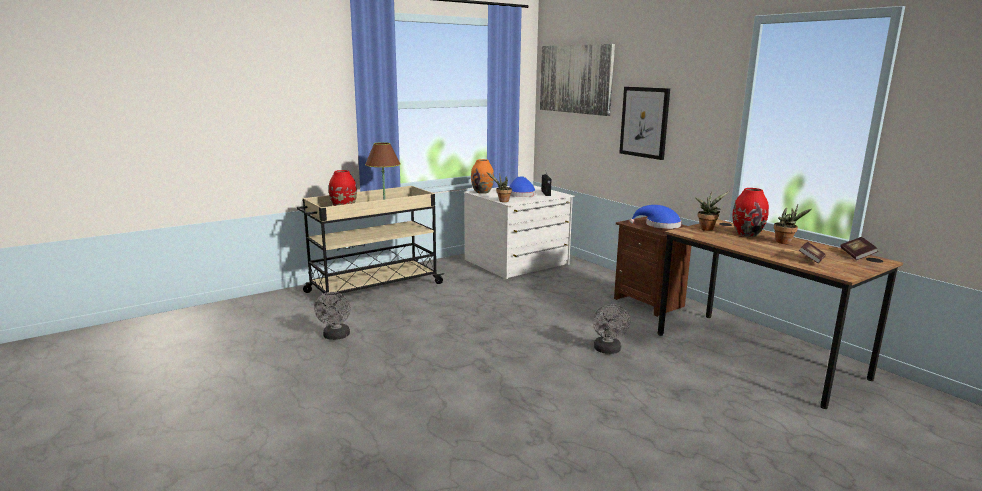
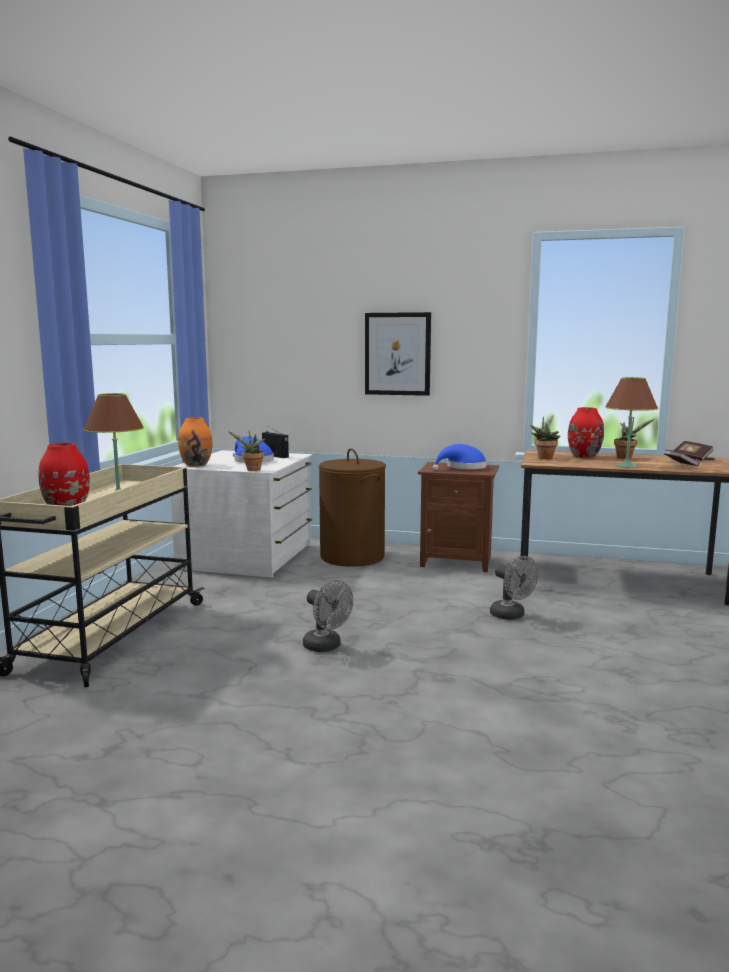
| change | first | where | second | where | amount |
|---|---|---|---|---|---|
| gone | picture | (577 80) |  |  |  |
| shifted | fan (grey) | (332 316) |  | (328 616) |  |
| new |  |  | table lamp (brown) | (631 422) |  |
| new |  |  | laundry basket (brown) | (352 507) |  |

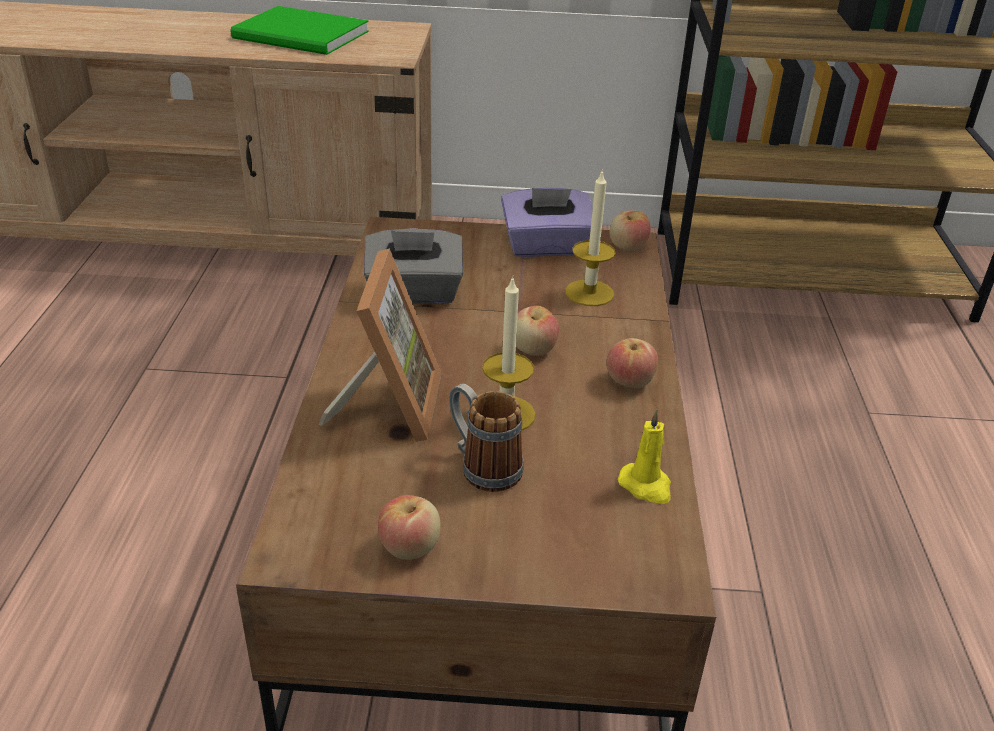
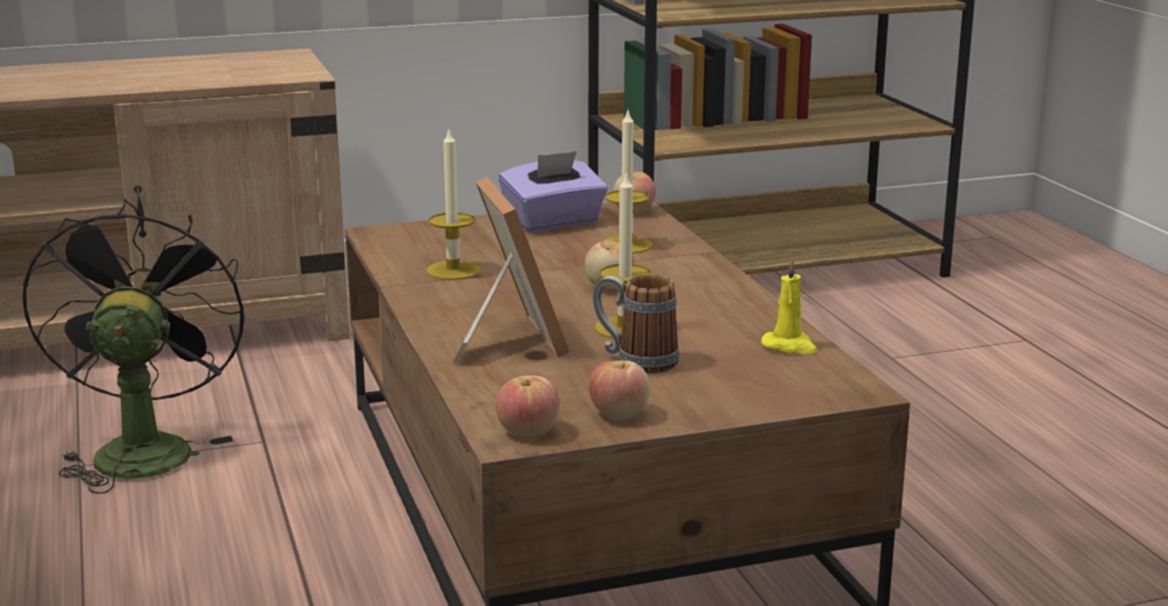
| change | first | where | second | where | amount |
|---|---|---|---|---|---|
| gone | book (green) | (299 30) |  |  |  |
| swapped | tissue box (grey) | (413 266) | candle | (453 205) |  |
| shifted | apple | (632 363) |  | (528 406) |  |
| new |  |  | fan (black) | (133 346) |  |

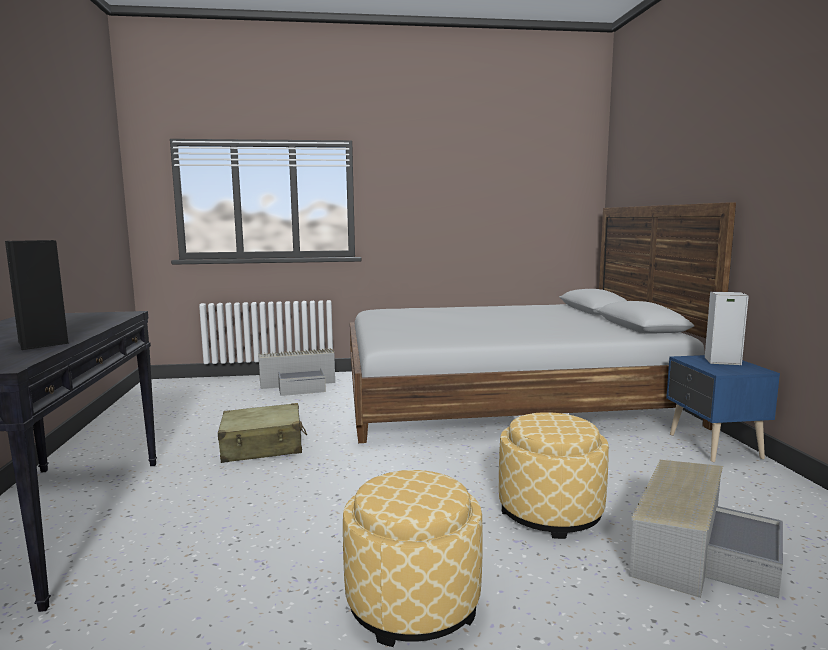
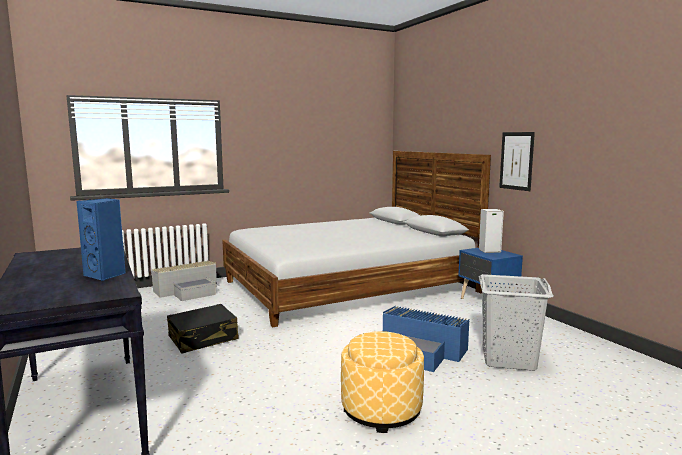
| change | first | where | second | where | amount |
|---|---|---|---|---|---|
| repainted | speaker (black) | (37 295) | speaker (blue) | (101 239) |  |
| repainted | suitcase (beige) | (262 433) | suitcase (black) | (203 328) |  |
| swapped | ottoman | (554 475) | storage box (blue) | (426 339) |  |
| swapped | storage box (grey) | (706 529) | laundry basket (grey) | (516 322) |  |
| new |  |  | picture | (517 161) |  |

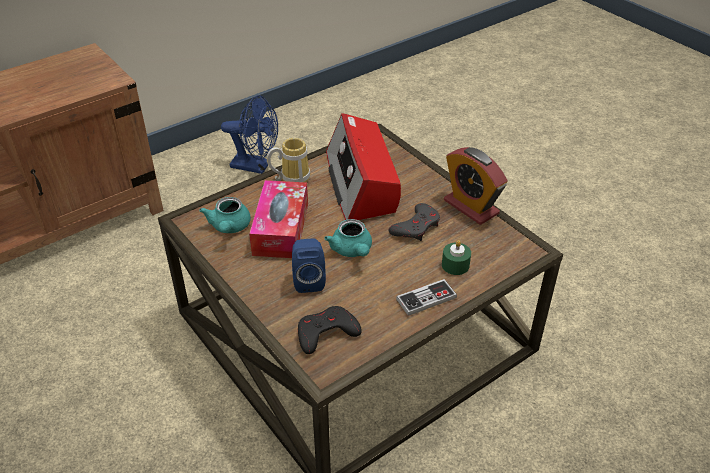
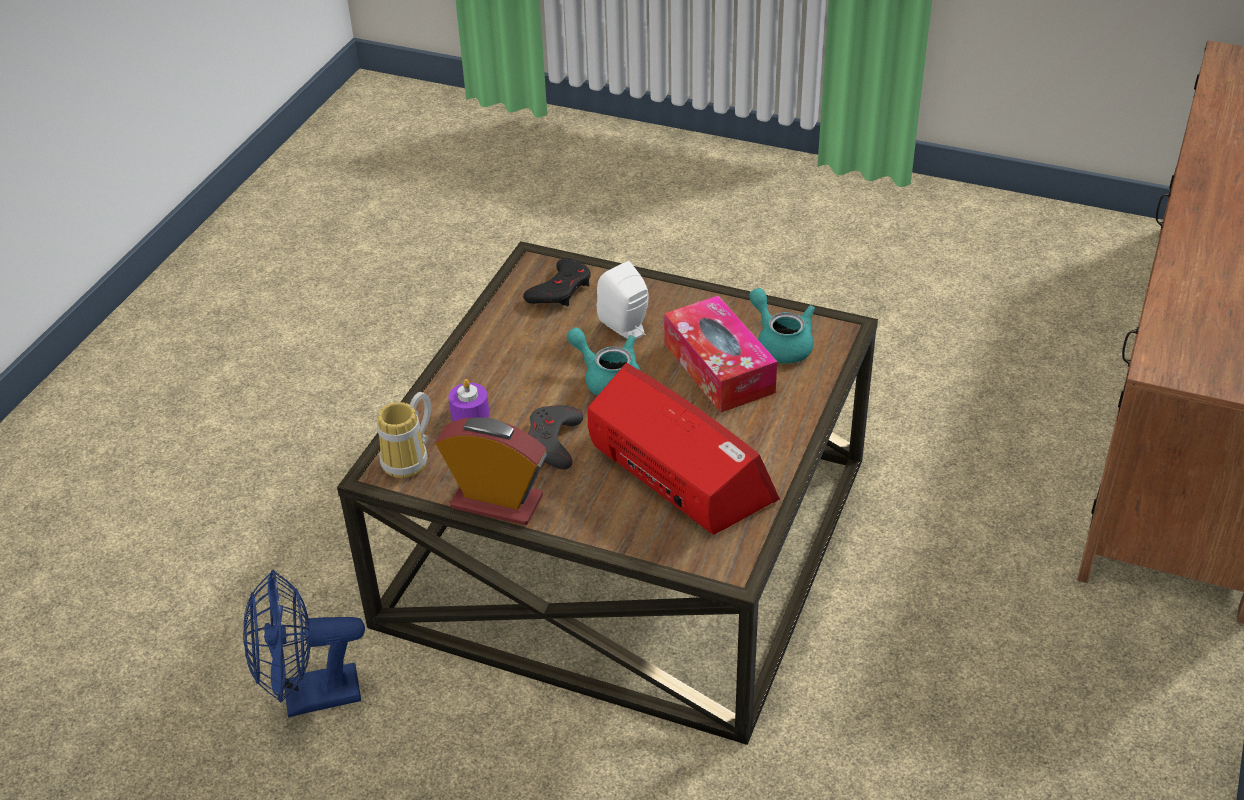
| change | first | where | second | where | amount |
|---|---|---|---|---|---|
| shifted | fan (blue) | (249 134) |  | (304 643) |  |
| shifted | mug | (288 160) |  | (404 435) |  |
| repainted | speaker (blue) | (309 266) | speaker (white) | (623 300) |  |
| repainted | candle (green) | (456 257) | candle (purple) | (468 400) |  |
| gone | game controller | (426 297) |  |  |  |

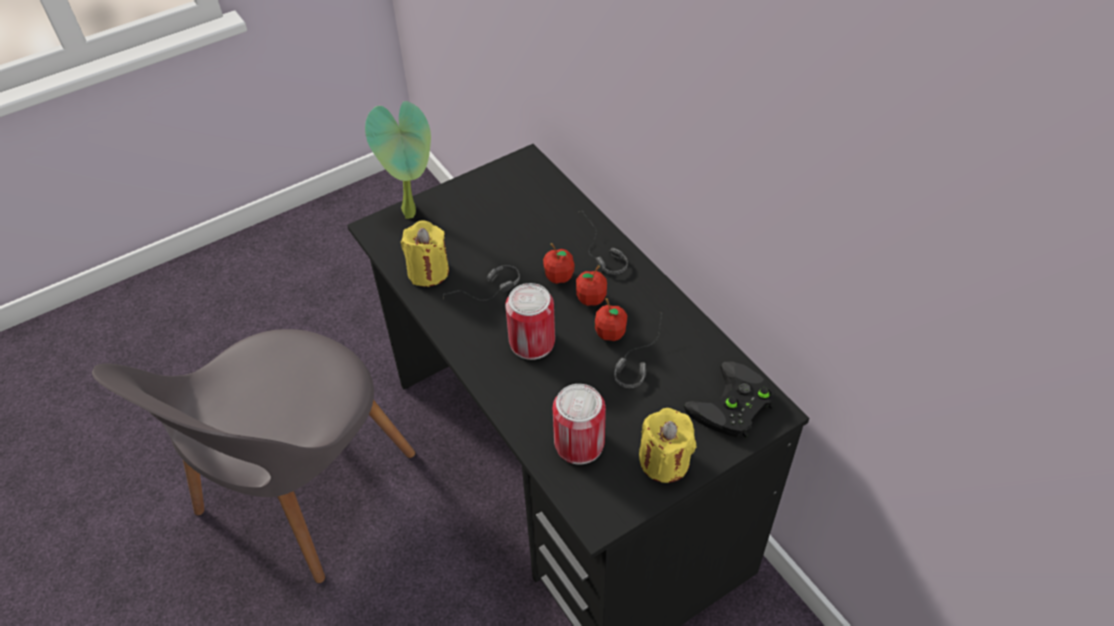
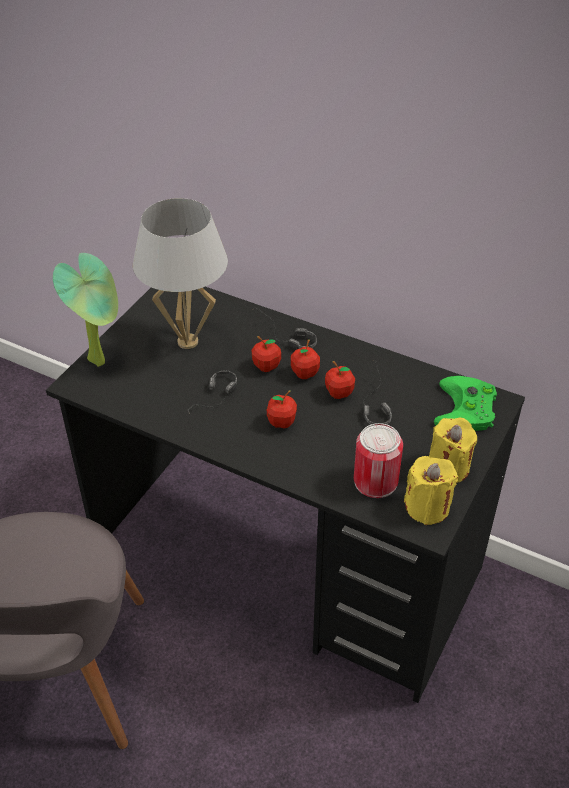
| change | first | where | second | where | amount |
|---|---|---|---|---|---|
| shifted | candle (yellow) | (425 253) |  | (431 490) |  |
| swapped | can | (530 321) | apple | (282 409) |  |
| repainted | game controller (black) | (729 399) | game controller (green) | (465 403) |  |
| new |  |  | table lamp (white) | (180 273) |  |

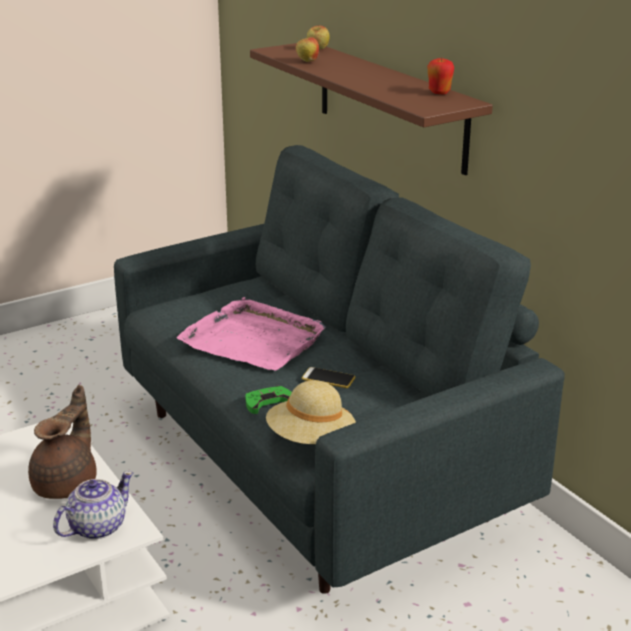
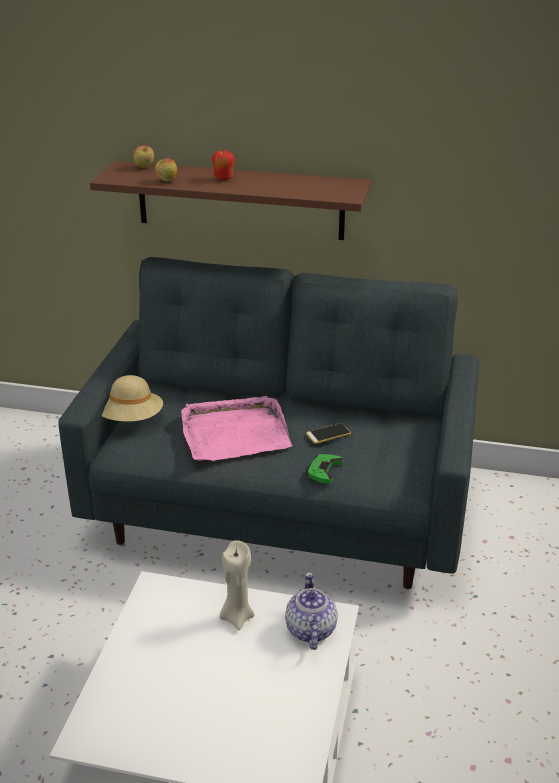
| change | first | where | second | where | amount |
|---|---|---|---|---|---|
| shifted | apple | (441 75) |  | (223 165) |  |
| shifted | hat (beige) | (311 412) |  | (132 398) |  |
| swapped | teapot (brown) | (62 442) | candle (beige) | (237 585) |  |

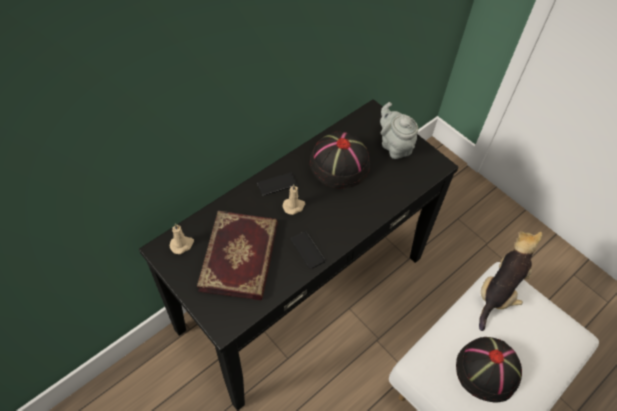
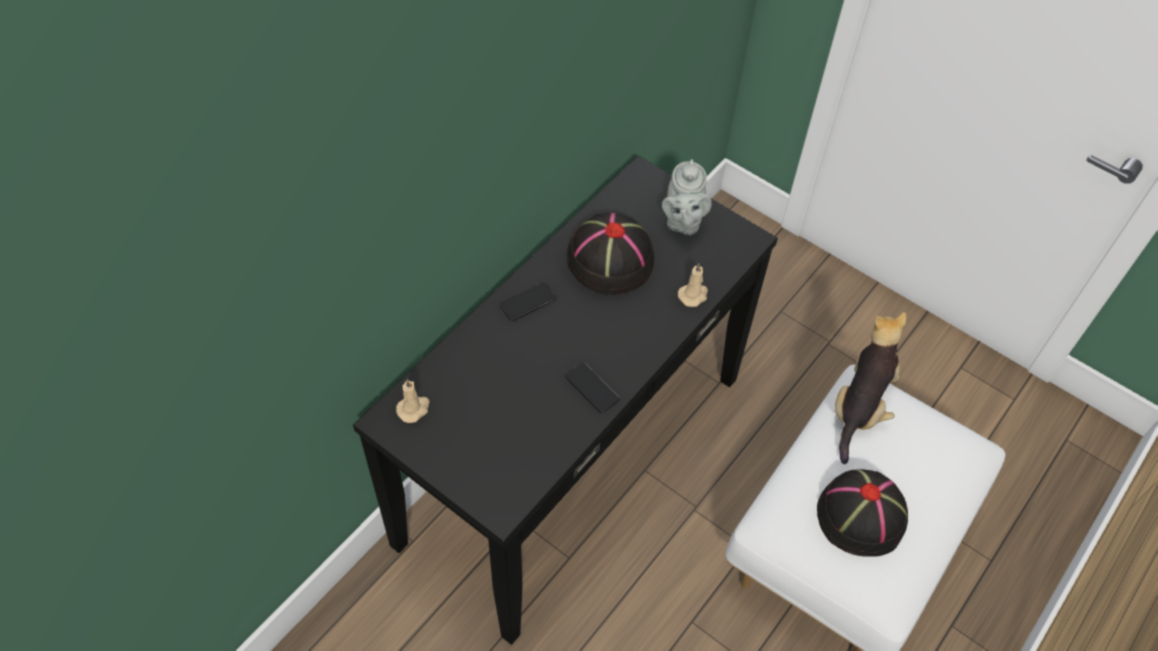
| change | first | where | second | where | amount |
|---|---|---|---|---|---|
| rotated | teapot (grey) | (399 130) |  | (687 197) | 135 degrees counterclockwise |
| shifted | candle (beige) | (293 199) |  | (693 285) |  |
| gone | book | (237 255) |  |  |  |

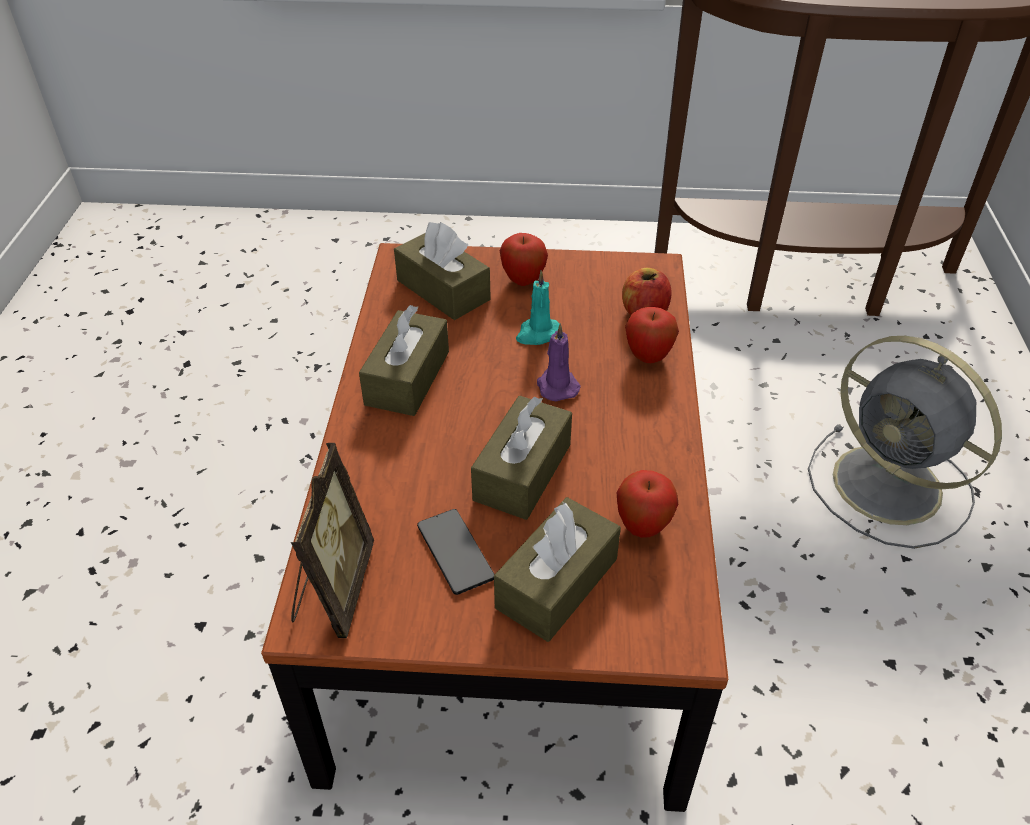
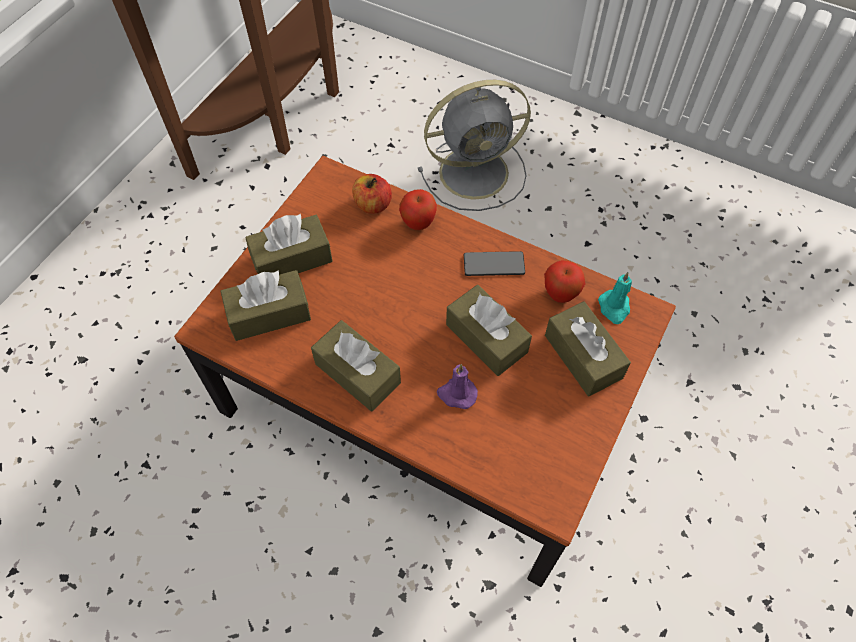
| change | first | where | second | where | amount |
|---|---|---|---|---|---|
| swapped | apple | (524 259) | tissue box (brown) | (289 244) |  |
| shifted | candle (turquoise) | (537 308) |  | (615 298) |  |
| shifted | candle (purple) | (559 362) |  | (457 386) |  |
| gone | picture frame | (332 540) |  |  |  |
| shifted | phone | (456 552) |  | (494 263) |  |

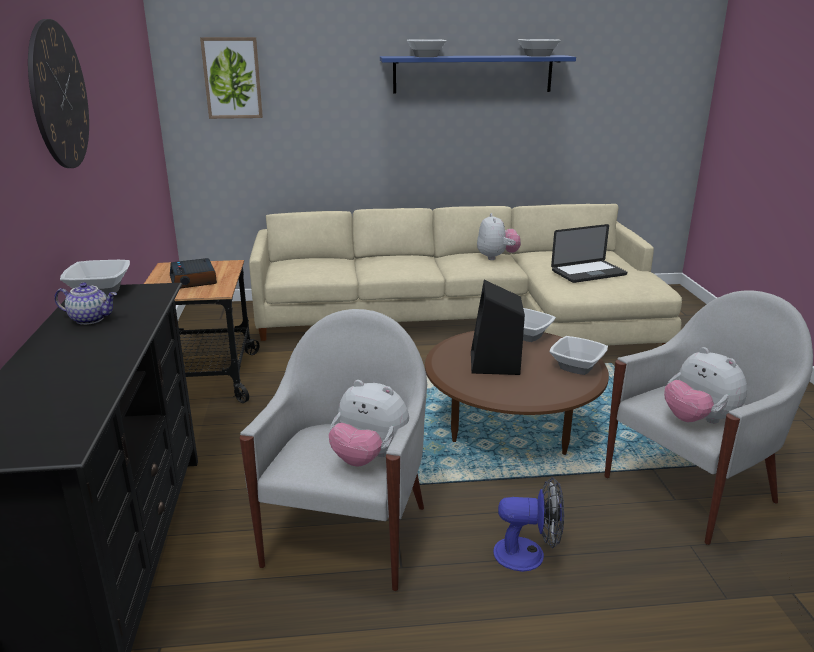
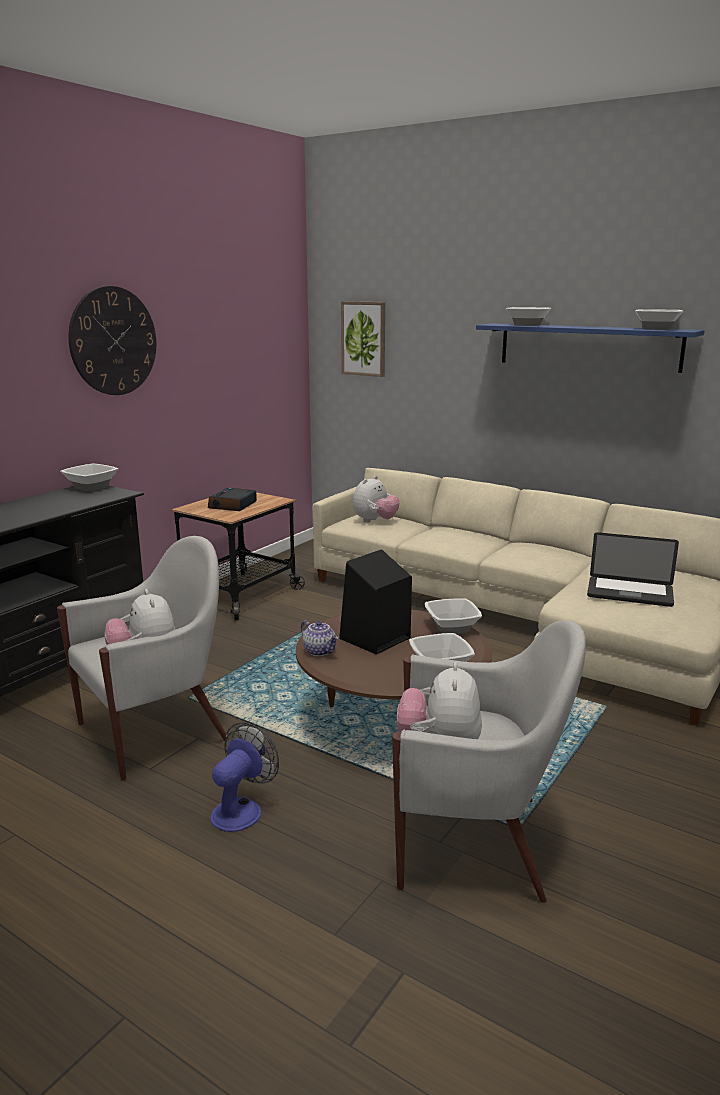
| change | first | where | second | where | amount |
|---|---|---|---|---|---|
| shifted | plush toy | (499 236) |  | (376 499) |  |
| shifted | teapot | (85 303) |  | (319 638) |  |
| rotated | fan | (528 524) |  | (244 777) | 105 degrees counterclockwise |

